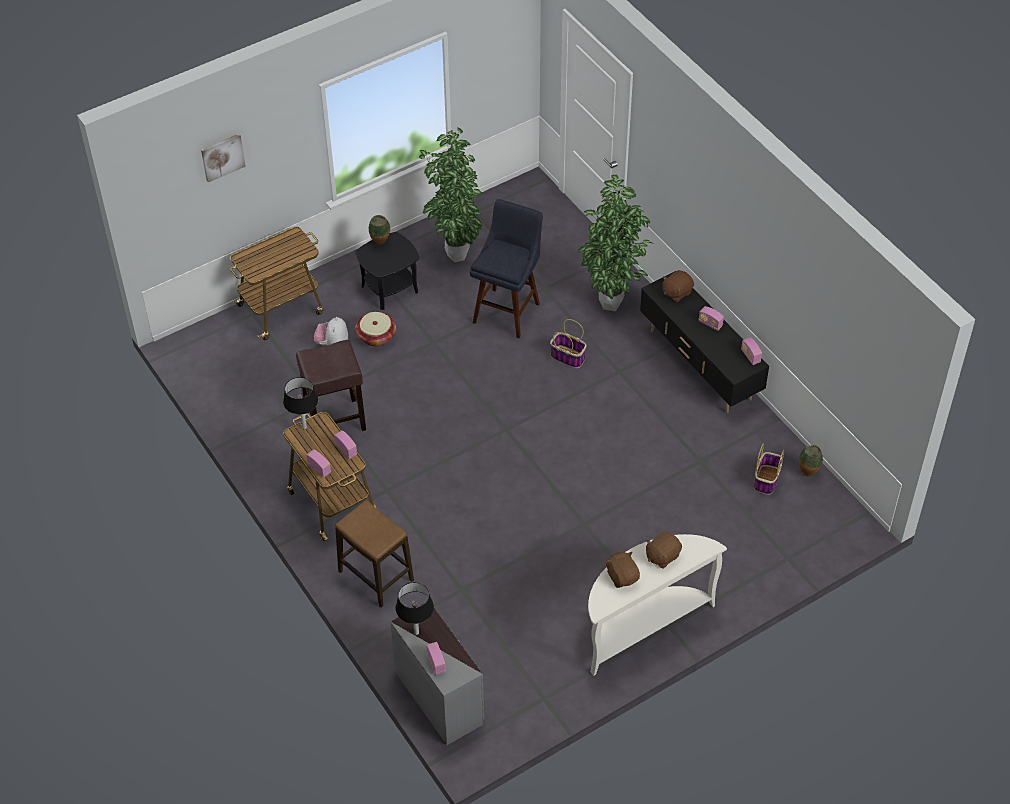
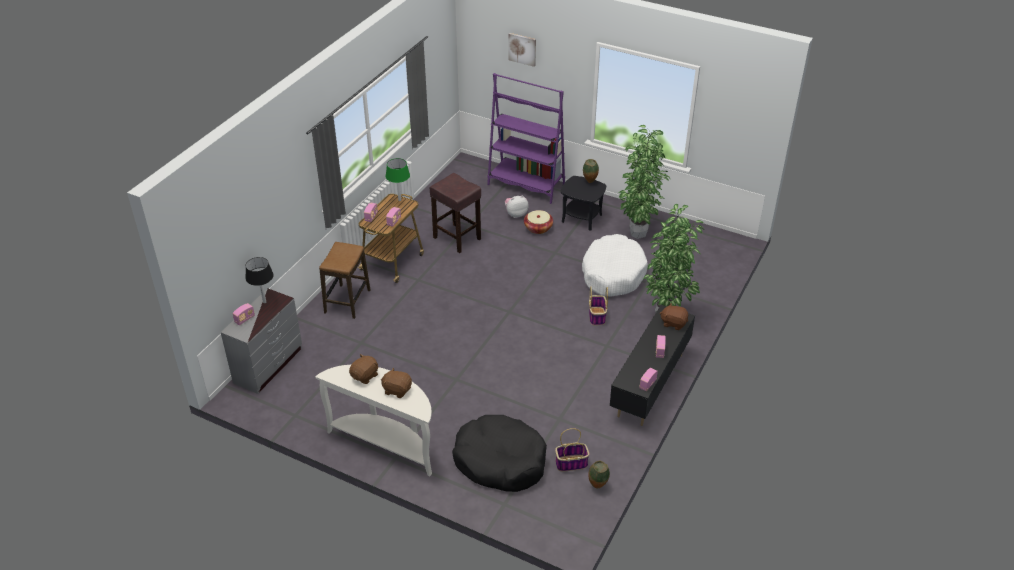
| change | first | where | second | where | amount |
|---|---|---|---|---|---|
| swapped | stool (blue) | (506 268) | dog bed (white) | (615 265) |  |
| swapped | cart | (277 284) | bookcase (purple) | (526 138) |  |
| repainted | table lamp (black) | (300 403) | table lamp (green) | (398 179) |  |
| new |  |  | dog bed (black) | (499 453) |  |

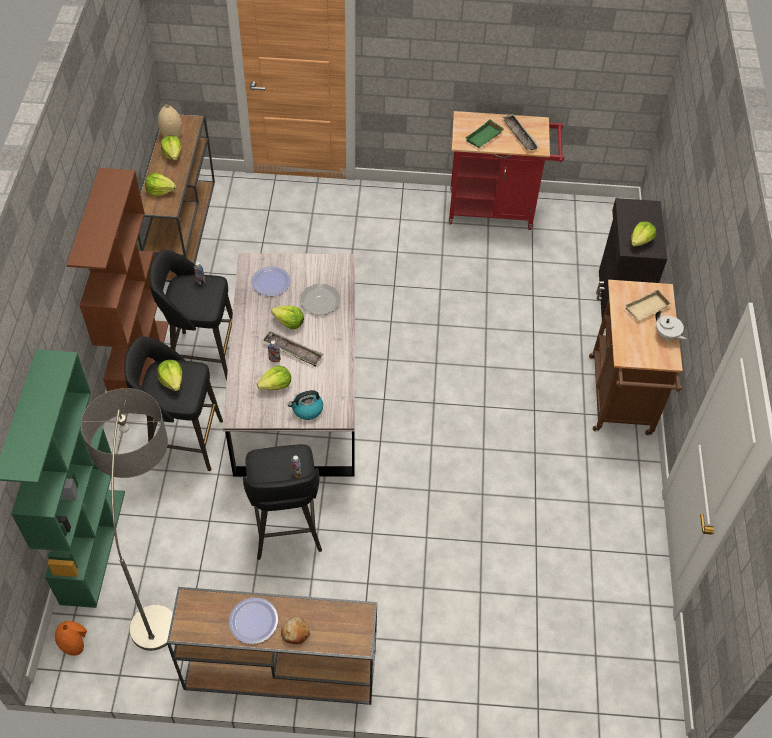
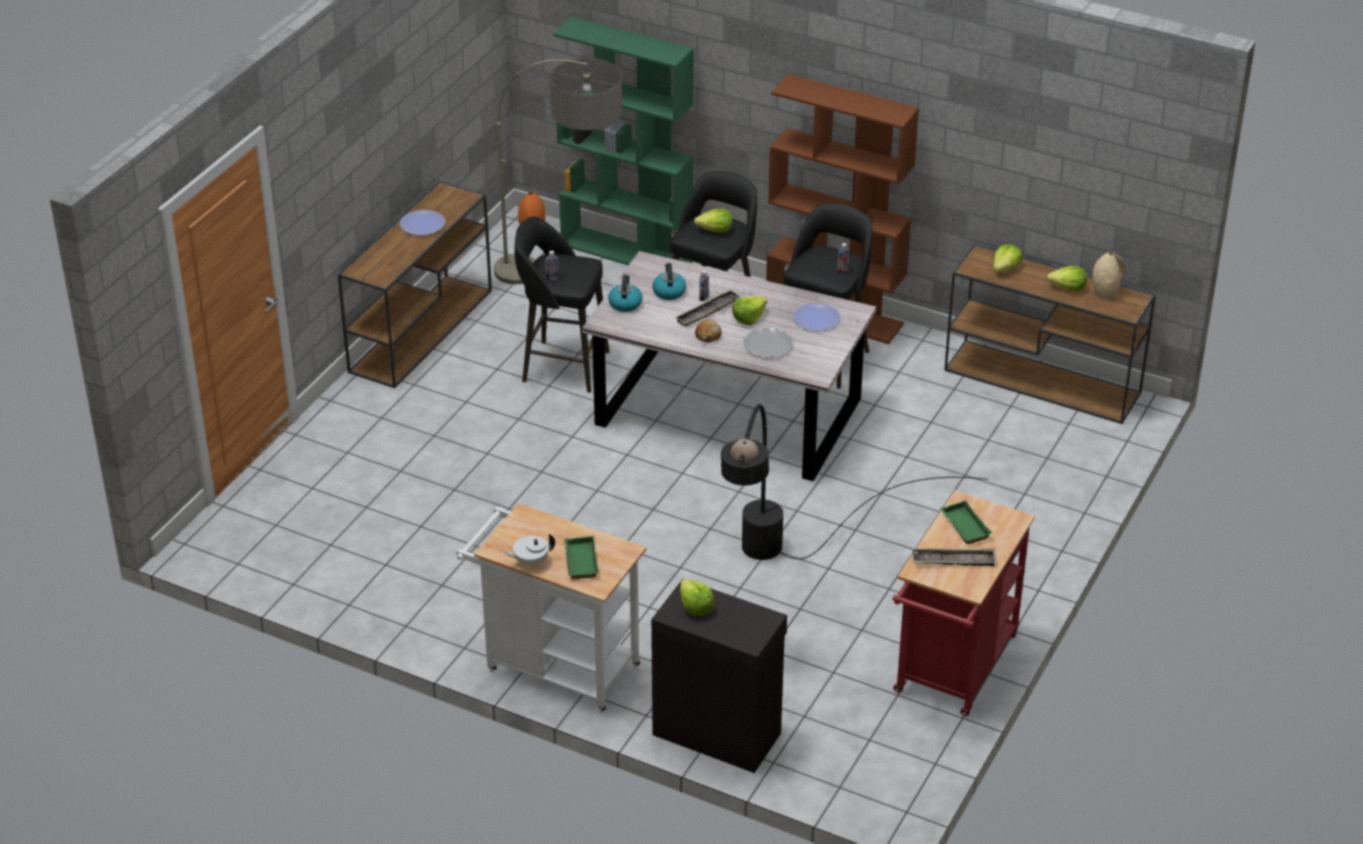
| change | first | where | second | where | amount |
|---|---|---|---|---|---|
| repainted | cart (brown) | (636 357) | cart (white) | (551 608) |  |
| repainted | tray (beige) | (648 305) | tray (green) | (581 557) |  |
| swapped | lettuce | (274 378) | kettle | (669 281) |  |
| shifted | bread | (295 630) |  | (708 330) |  |
| new |  |  | floor lamp (black) | (854 482) |  |

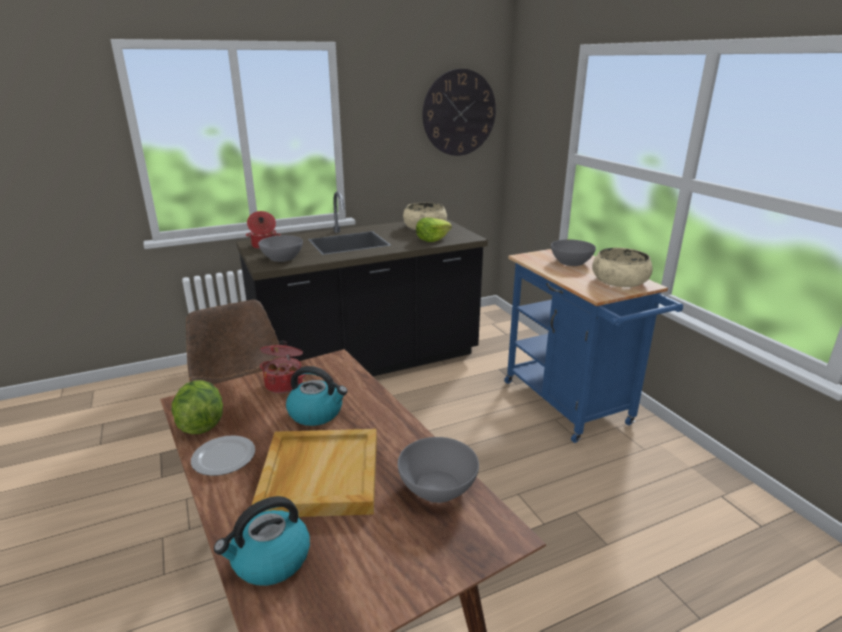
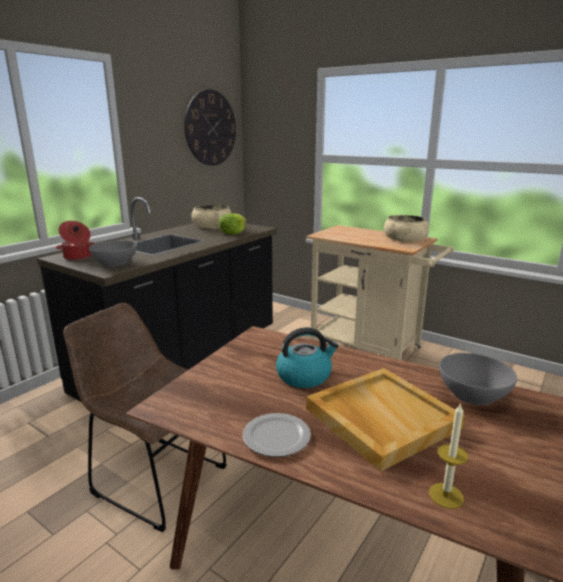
| change | first | where | second | where | amount |
|---|---|---|---|---|---|
| gone | bowl (grey) | (573 252) |  |  |  |
| repainted | cart (blue) | (593 346) | cart (beige) | (380 292) |  |
| gone | cooking pot | (283 366) |  |  |  |
| gone | lettuce | (197 407) |  |  |  |
| swapped | kettle | (262 541) | candle | (449 455) |  |

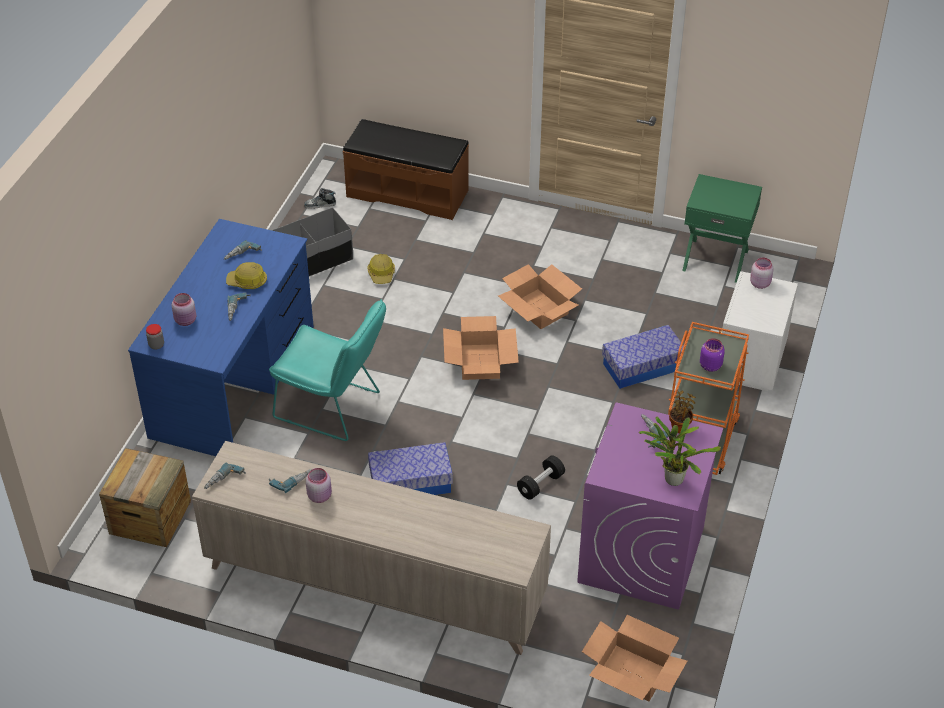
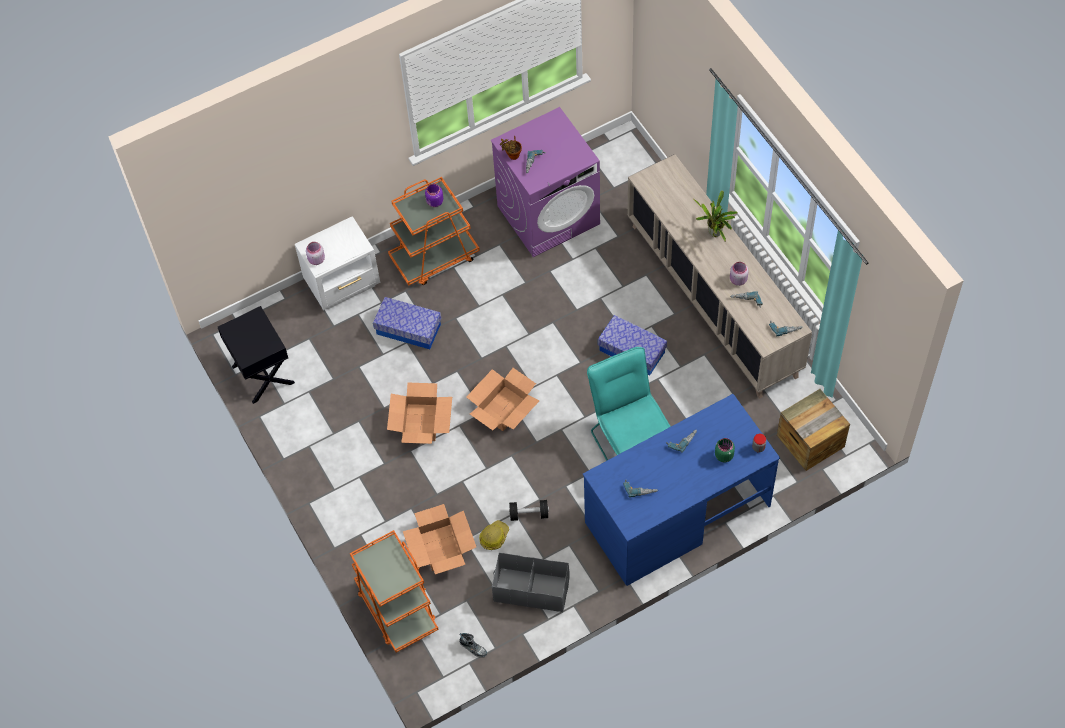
| change | first | where | second | where | amount |
|---|---|---|---|---|---|
| swapped | bench (brown) | (406 169) | cart (orange) | (394 591) |  |
| repainted | nightstand (green) | (722 228) | nightstand (black) | (256 355) |  |
| gone | hard hat | (246 275) |  |  |  |
| repainted | jar (pink) | (184 309) | jar (green) | (725 450) |  |
| shifted | potted plant | (679 451) |  | (715 216) |  |
| shifted | dumbbell (black) | (541 477) |  | (529 510) |  |
| shifted | cardboard box | (634 658) |  | (439 539) |  |

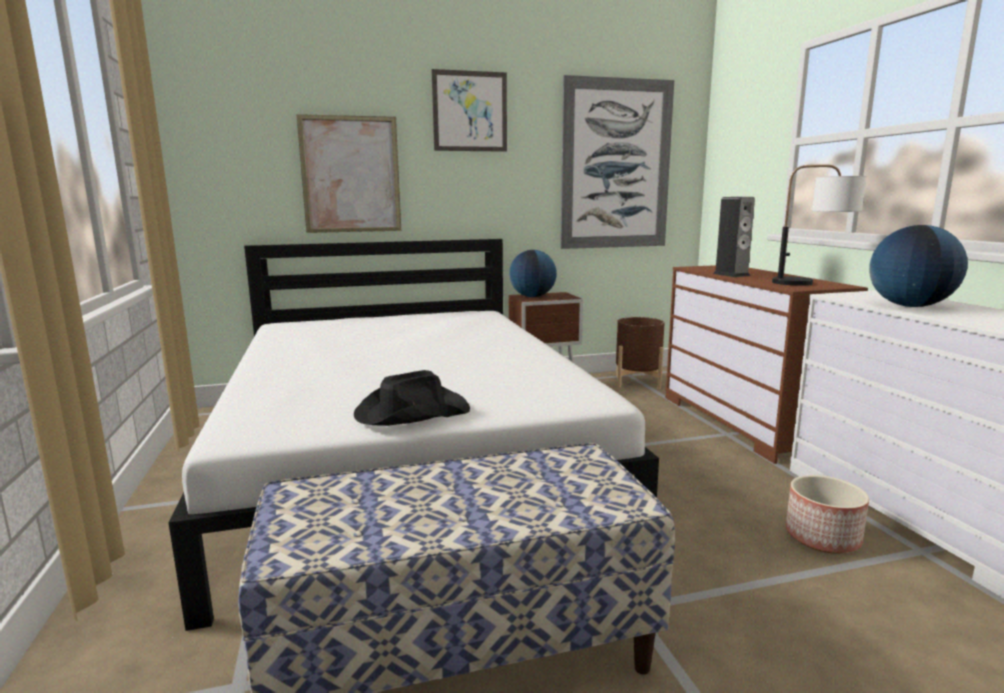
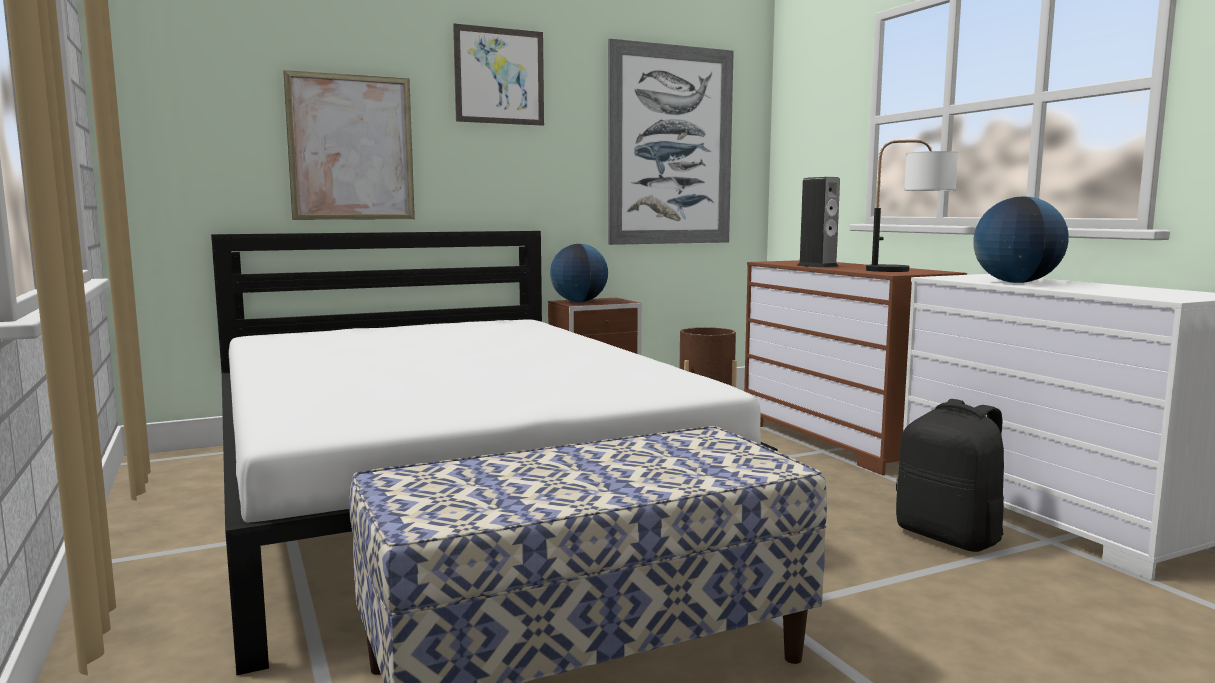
| change | first | where | second | where | amount |
|---|---|---|---|---|---|
| gone | hat (black) | (412 398) |  |  |  |
| swapped | planter | (827 514) | backpack (black) | (950 475) |  |

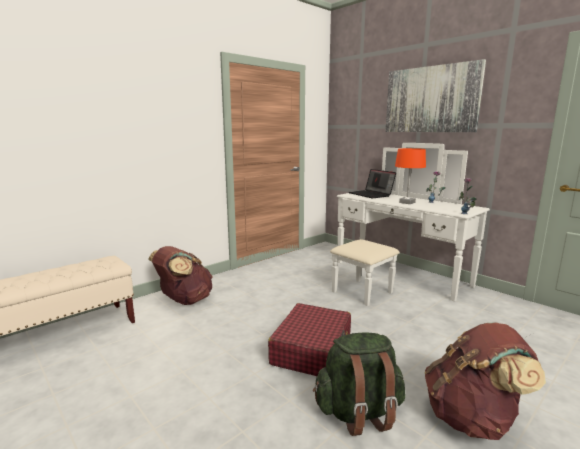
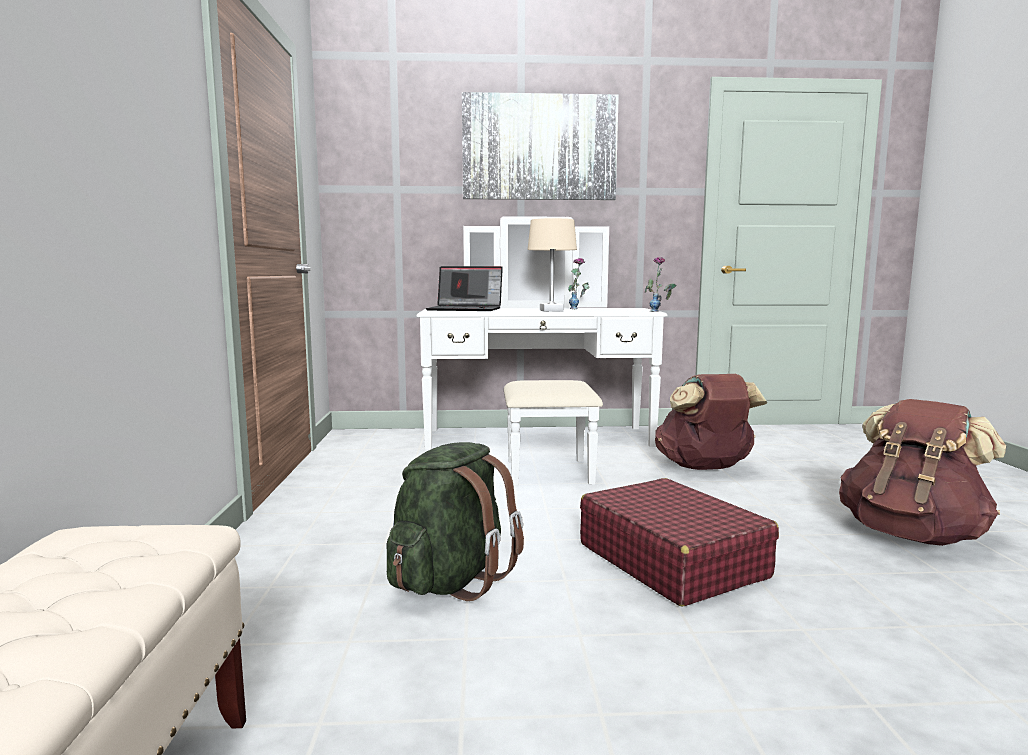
| change | first | where | second | where | amount |
|---|---|---|---|---|---|
| repainted | table lamp (orange) | (410 176) | table lamp (beige) | (552 265) |  |
| shifted | backpack (brown) | (180 275) |  | (711 422) |  |
| shifted | backpack (green) | (359 384) |  | (455 521) |  |

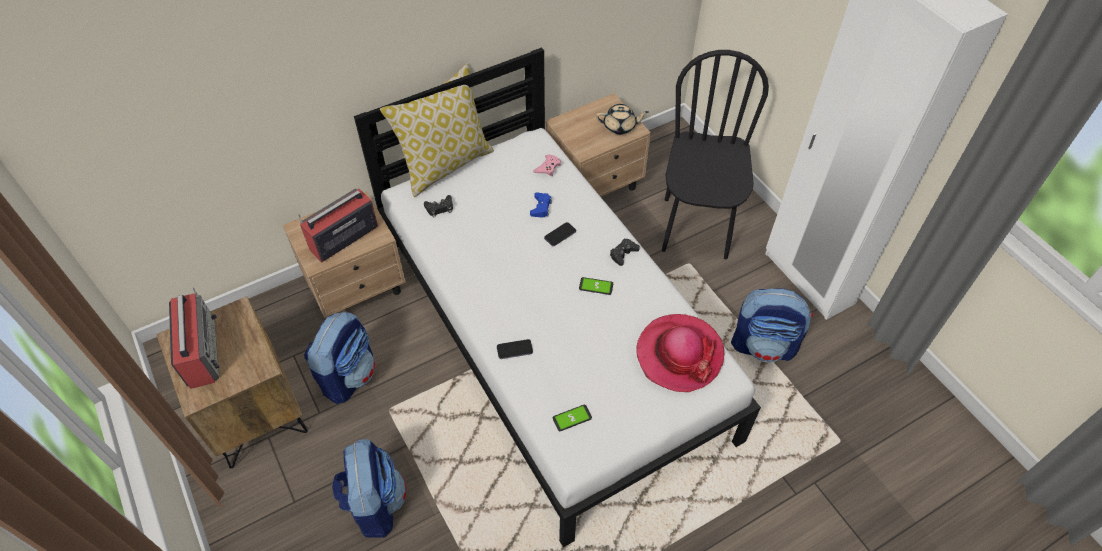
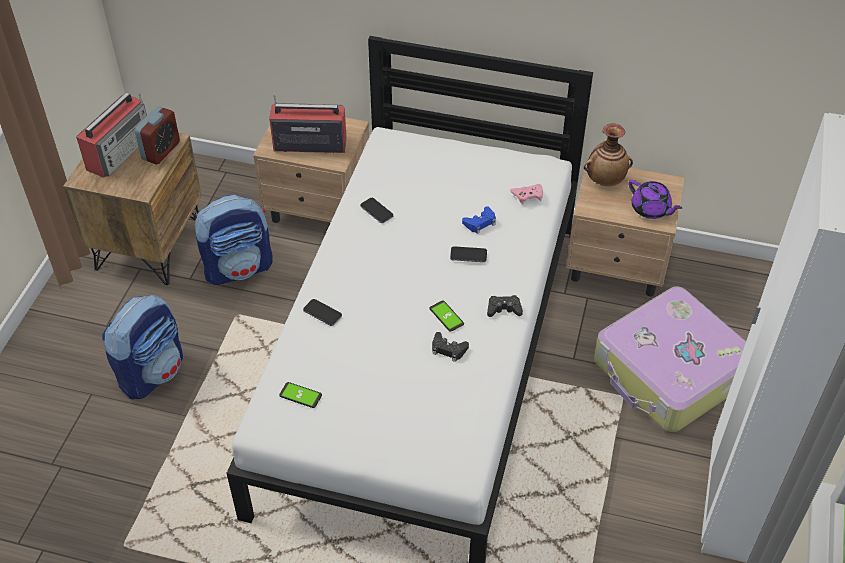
| change | first | where | second | where | amount |
|---|---|---|---|---|---|
| swapped | chair (black) | (715 154) | suitcase | (670 359) |  |
| gone | pillow | (437 130) |  |  |  |
| repainted | teapot (beige) | (622 119) | teapot (purple) | (655 199) |  |
| shifted | game controller (black) | (438 206) |  | (450 347) |  |
| gone | backpack | (772 325) |  |  |  |
| gone | hat | (680 353) |  |  |  |
| new |  |  | alarm clock | (157 135) |  |
| new |  |  | vase | (608 154) |  |
| new |  |  | phone | (377 210) |  |

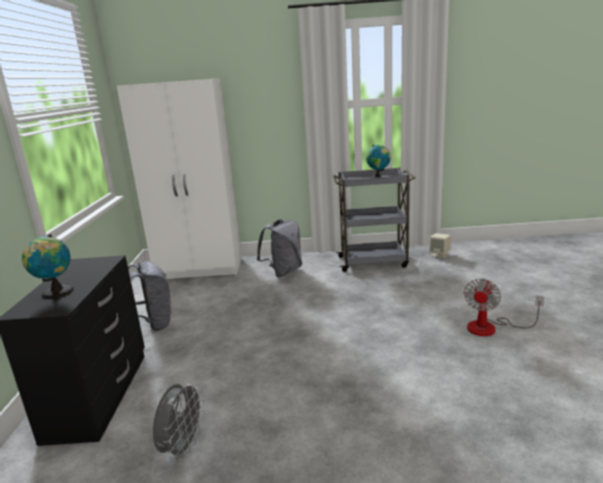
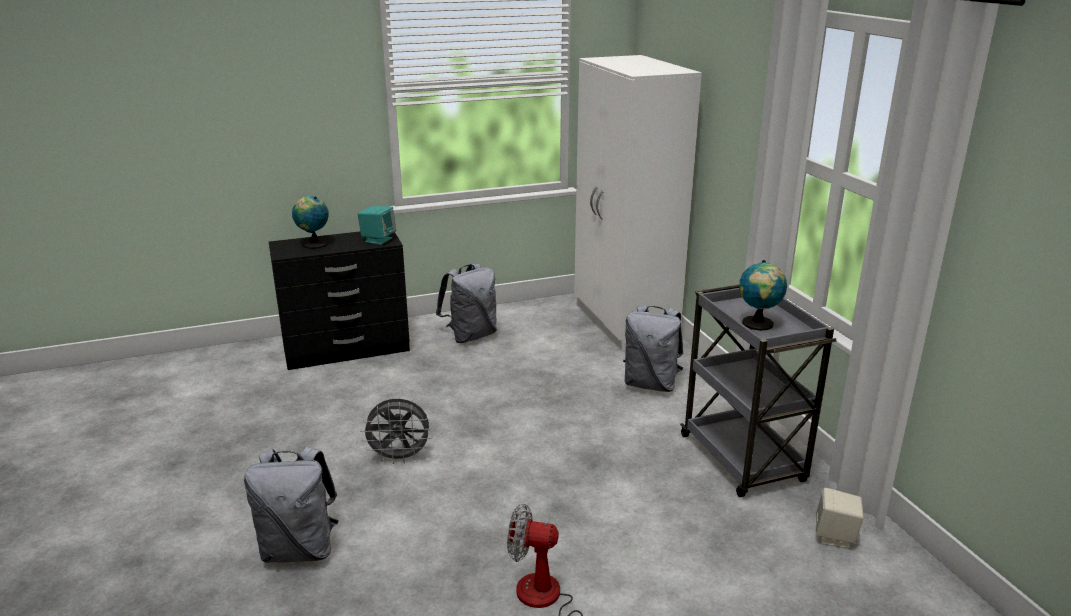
| change | first | where | second | where | amount |
|---|---|---|---|---|---|
| shifted | fan (grey) | (179 420) |  | (396 431) |  |
| new |  |  | speaker (turquoise) | (377 225) |  |
| new |  |  | backpack (grey) | (291 505) |  |

